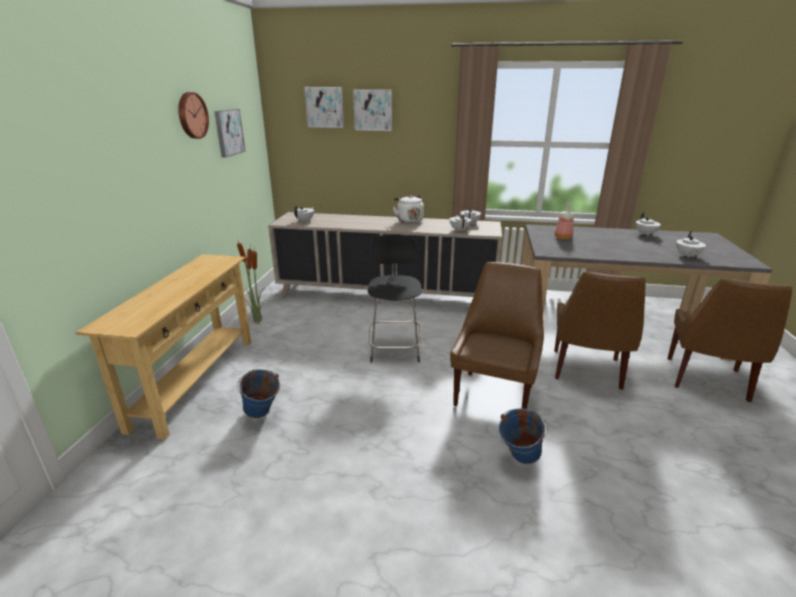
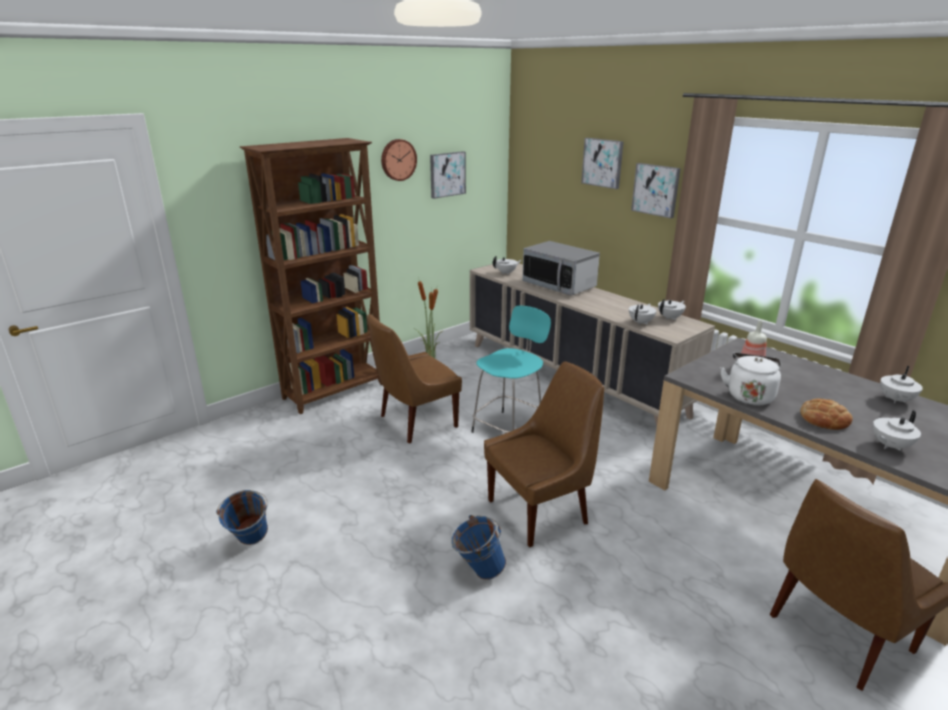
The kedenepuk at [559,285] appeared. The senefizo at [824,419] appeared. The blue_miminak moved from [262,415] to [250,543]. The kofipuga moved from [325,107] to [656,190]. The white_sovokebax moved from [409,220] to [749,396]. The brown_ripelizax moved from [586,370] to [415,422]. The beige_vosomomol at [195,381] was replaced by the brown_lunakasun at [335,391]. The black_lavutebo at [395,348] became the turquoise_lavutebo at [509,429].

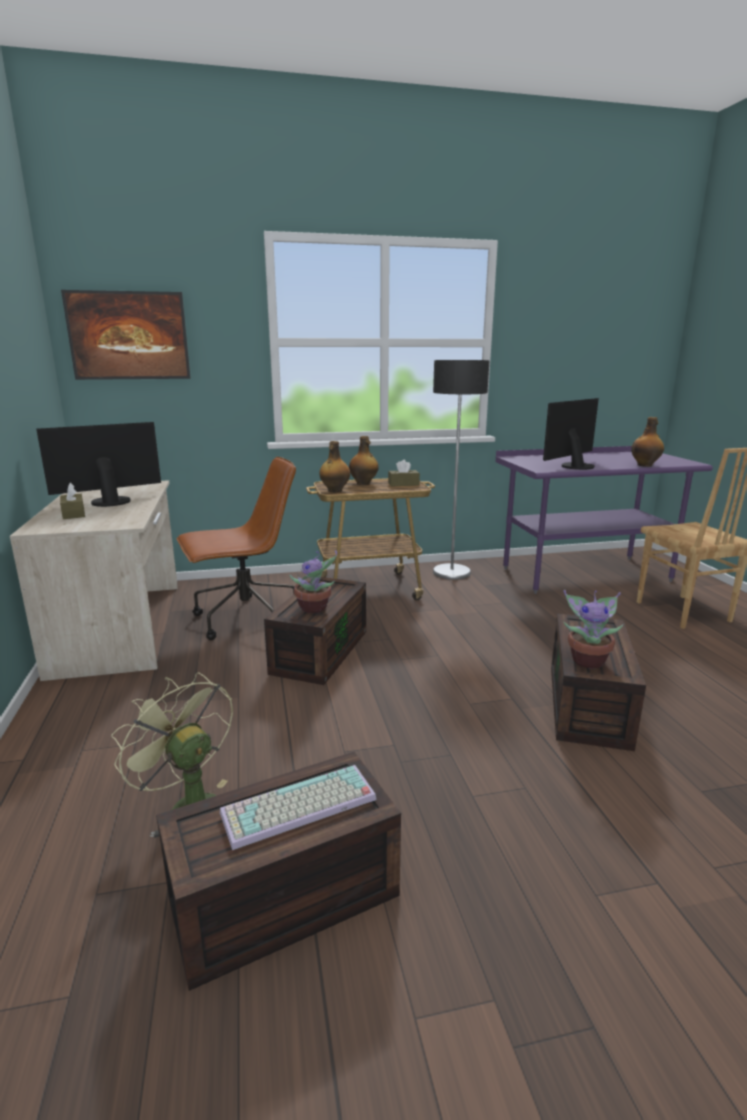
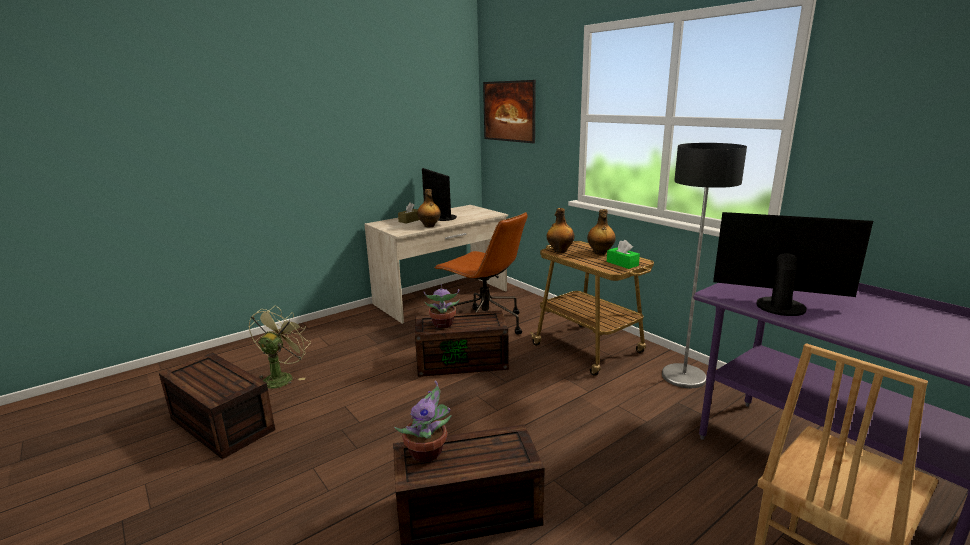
The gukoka at [298,808] disappeared. The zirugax moved from [645,465] to [429,226]. The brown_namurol at [403,484] became the green_namurol at [622,263]. The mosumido at [110,501] turned 150 degrees counterclockwise.

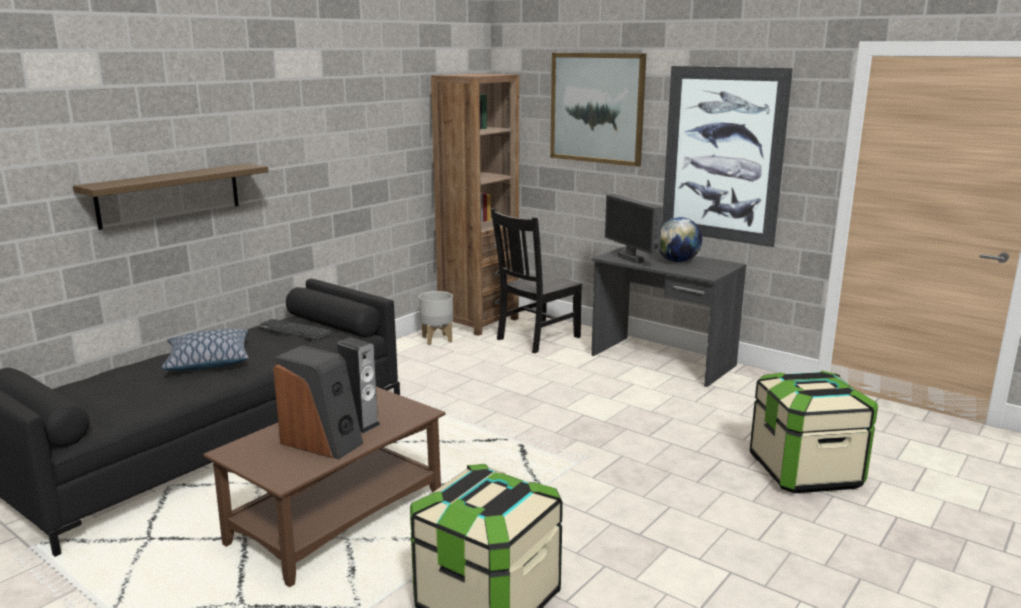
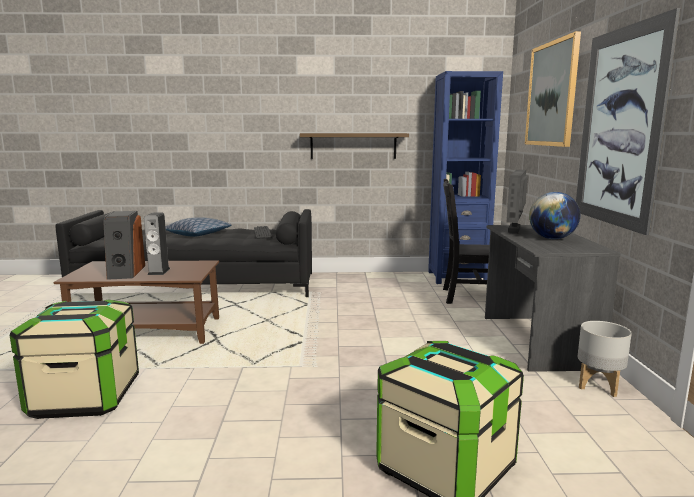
The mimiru moved from [170,195] to [353,146]. The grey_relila moved from [437,339] to [598,386]. The brown_lunakasun at [478,321] became the blue_lunakasun at [457,277].

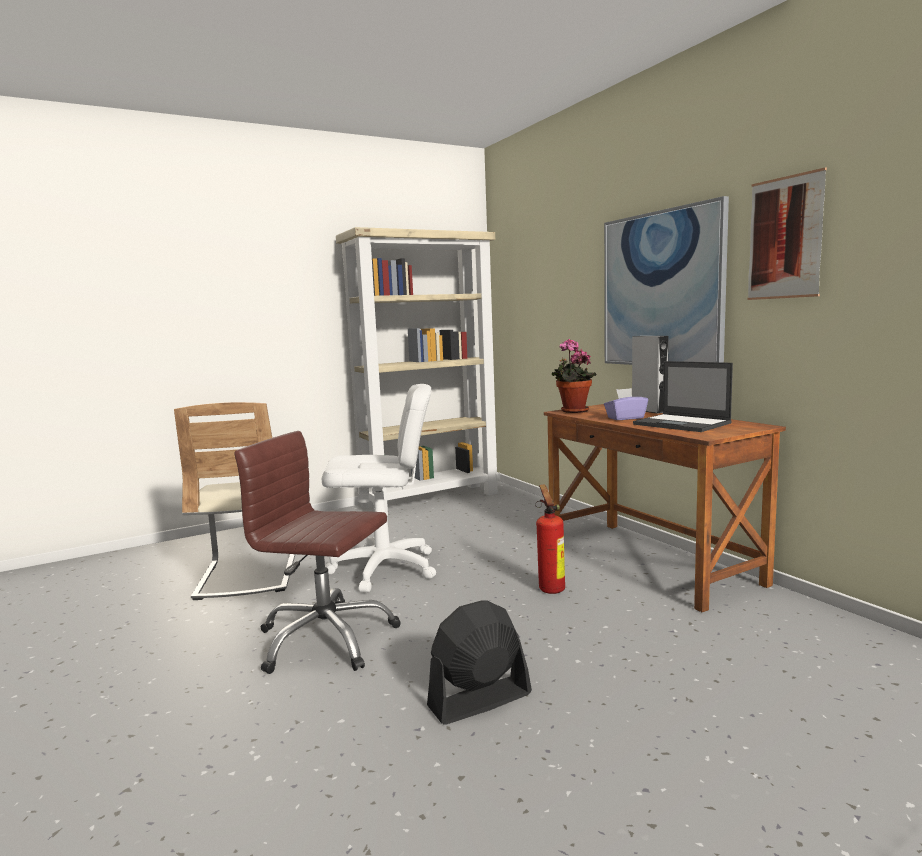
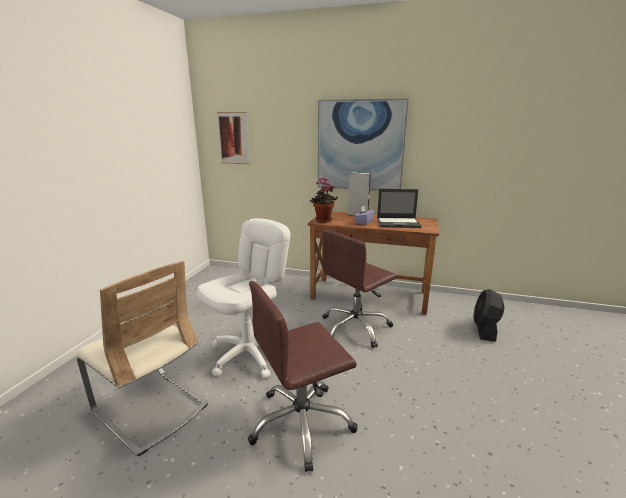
The beige_lunakasun at [431,499] disappeared. The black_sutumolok moved from [479,700] to [485,329]. The kofipuga moved from [785,238] to [233,138]. The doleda at [550,588] was replaced by the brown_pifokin at [355,328].

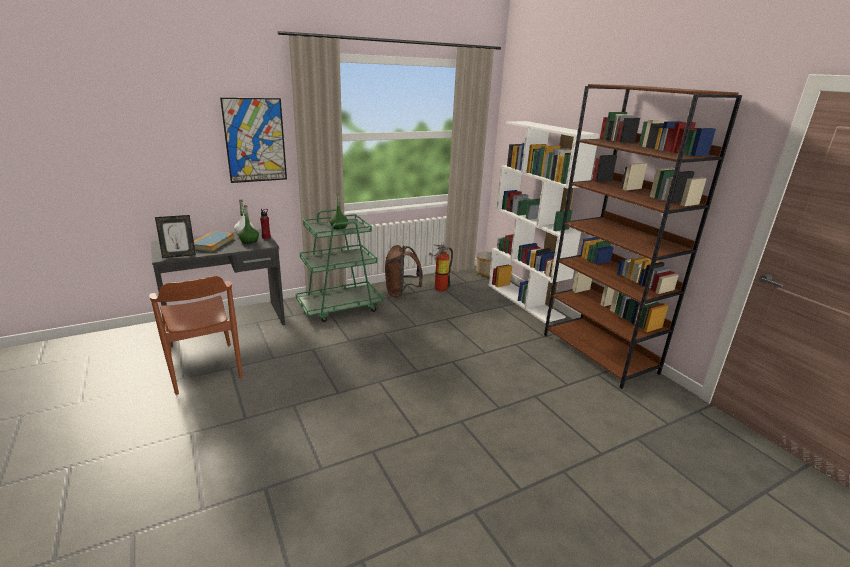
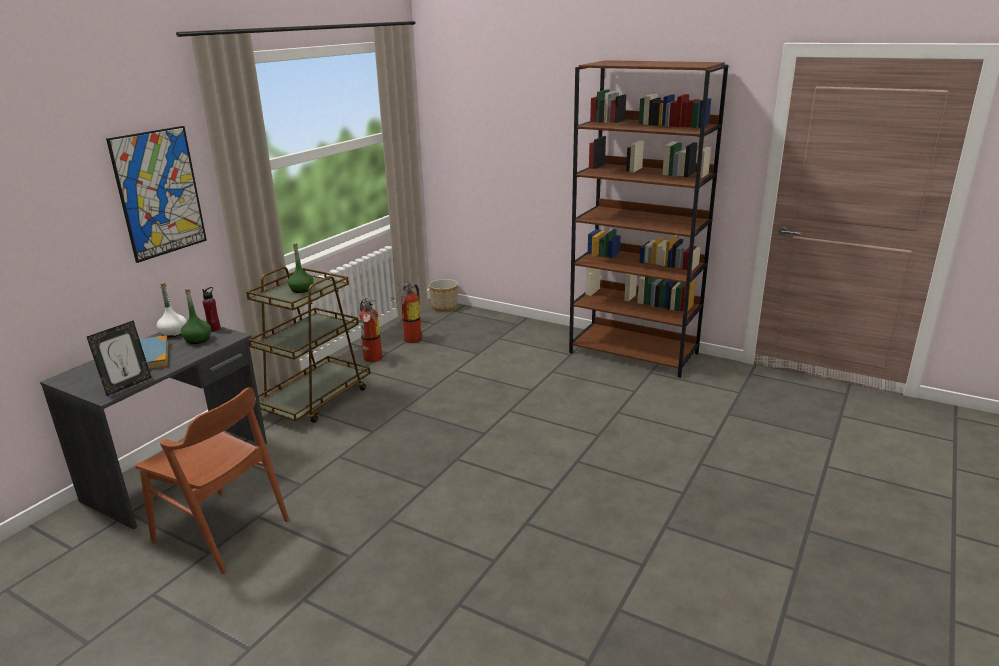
The white_lunakasun at [525,300] disappeared. The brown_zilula at [401,293] was replaced by the doleda at [372,359]. The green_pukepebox at [340,307] became the brown_pukepebox at [315,399].

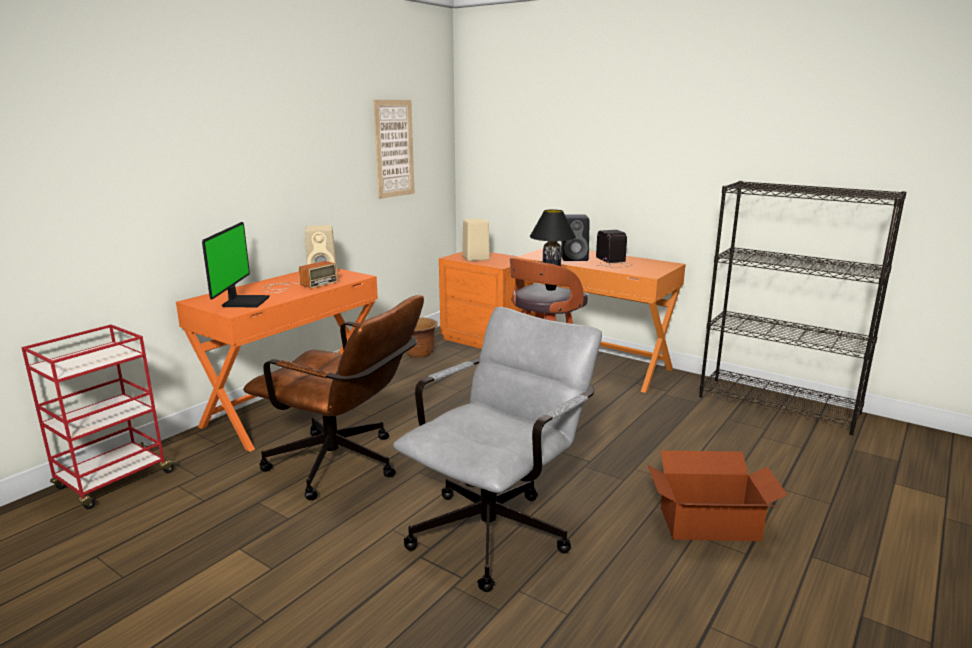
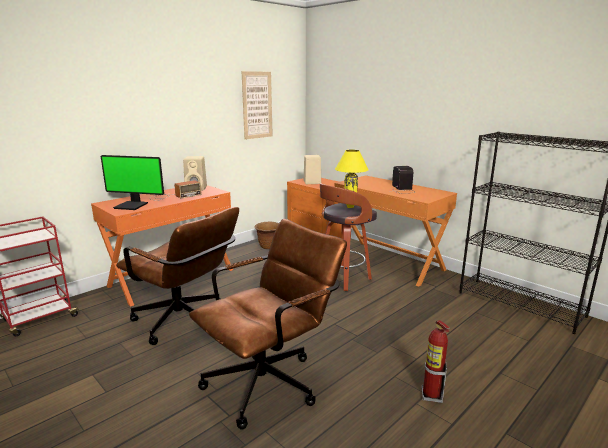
The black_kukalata at [575,258] disappeared. The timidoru at [710,524] was replaced by the doleda at [431,396]. The grey_pifokin at [498,528] became the brown_pifokin at [270,380]. The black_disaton at [551,289] became the yellow_disaton at [350,207]. The mosumido at [244,302] turned 90 degrees clockwise.

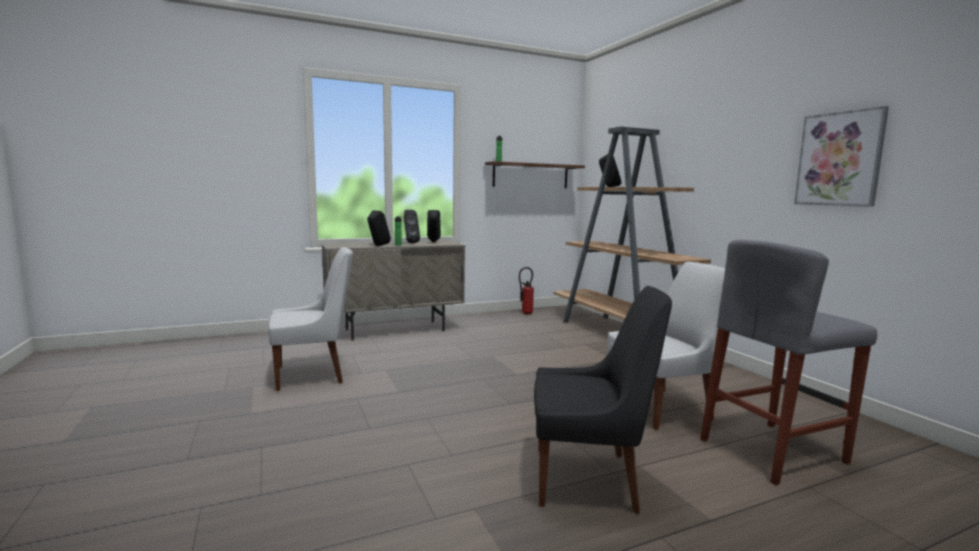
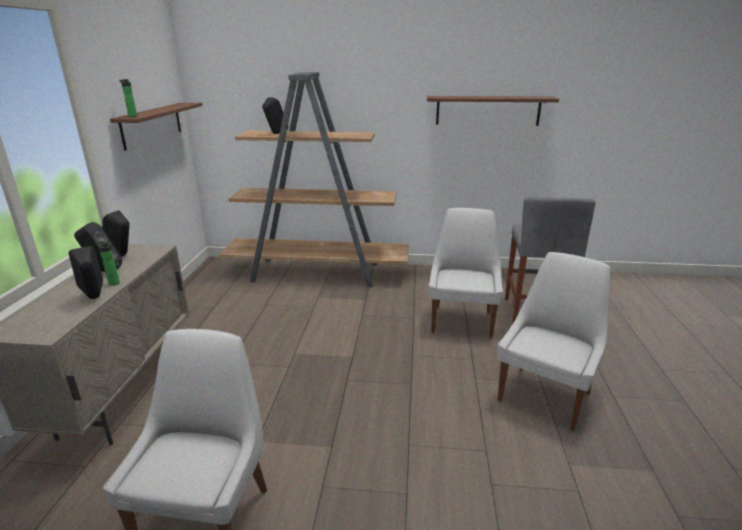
The doleda at [525,313] disappeared. The kofipuga at [839,159] was replaced by the mimiru at [487,110]. The black_ripelizax at [589,479] became the white_ripelizax at [545,395].

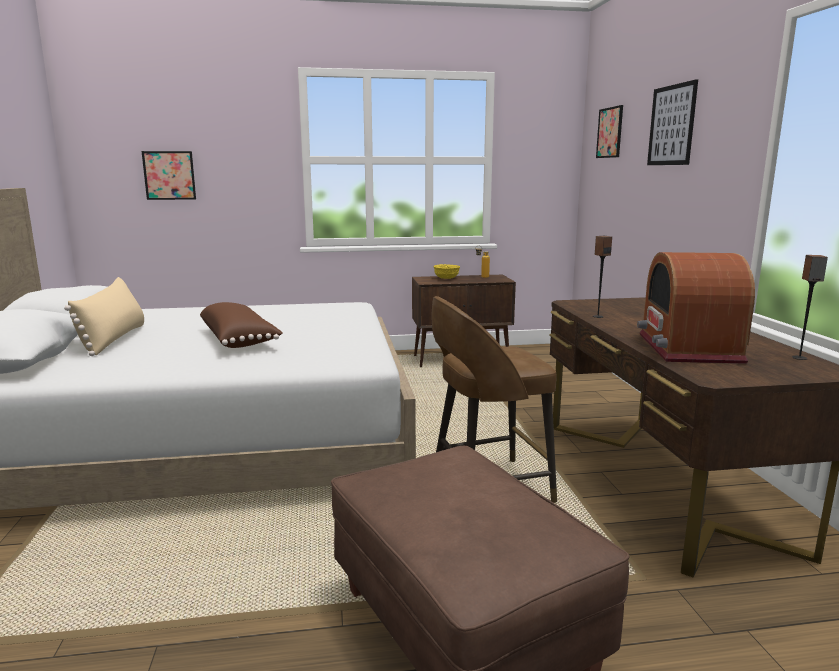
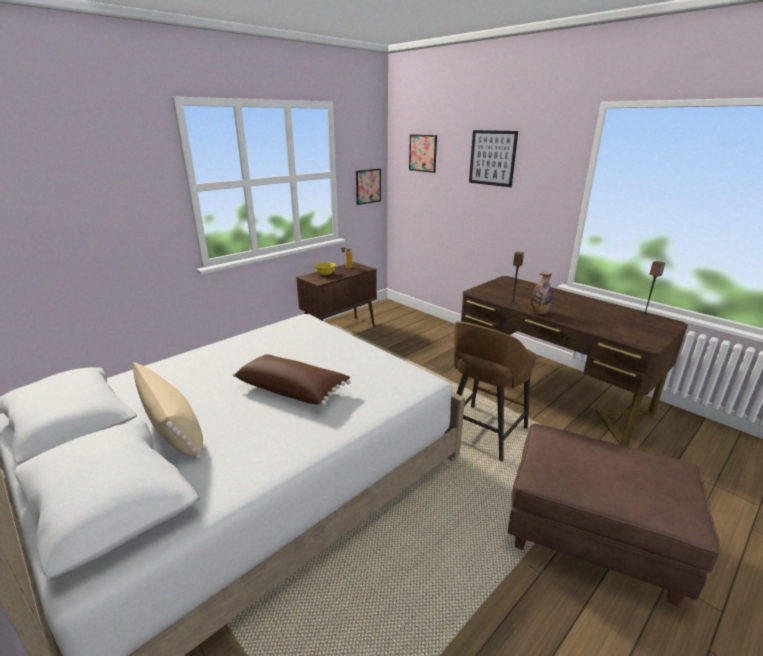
The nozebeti at [687,348] disappeared. The zirugax at [539,312] appeared. The kofipuga moved from [169,175] to [368,186].

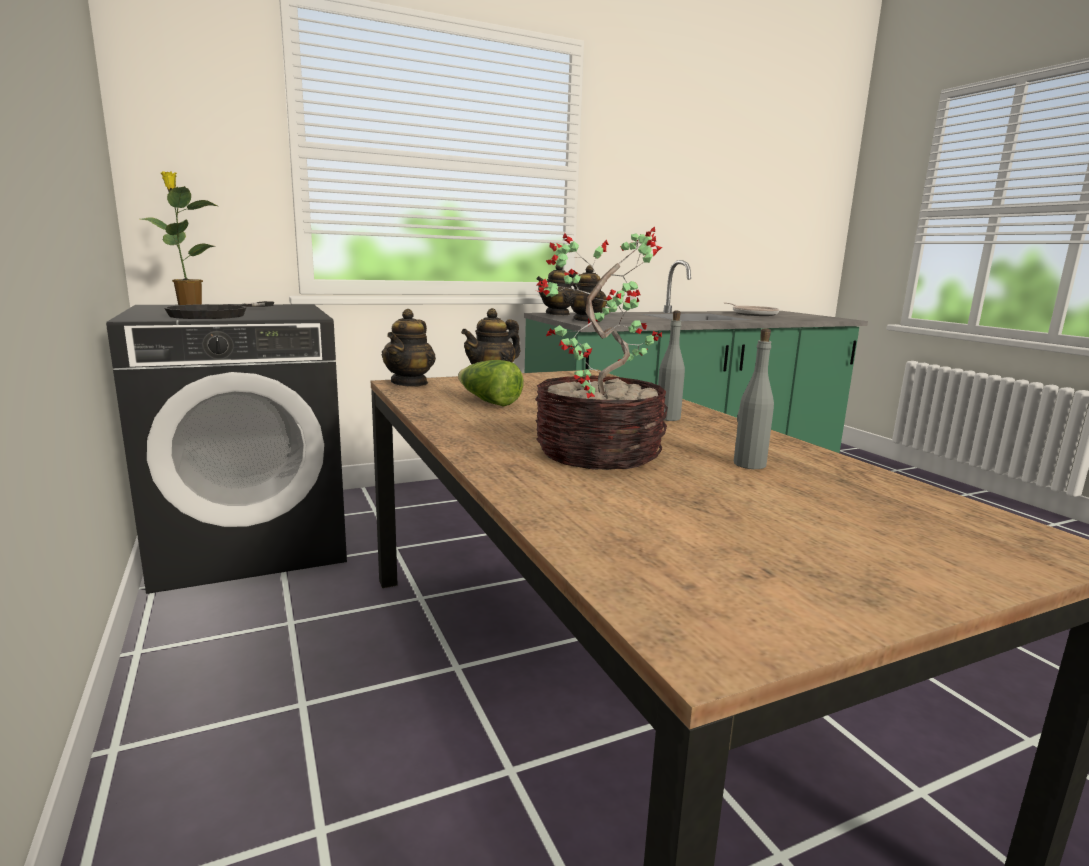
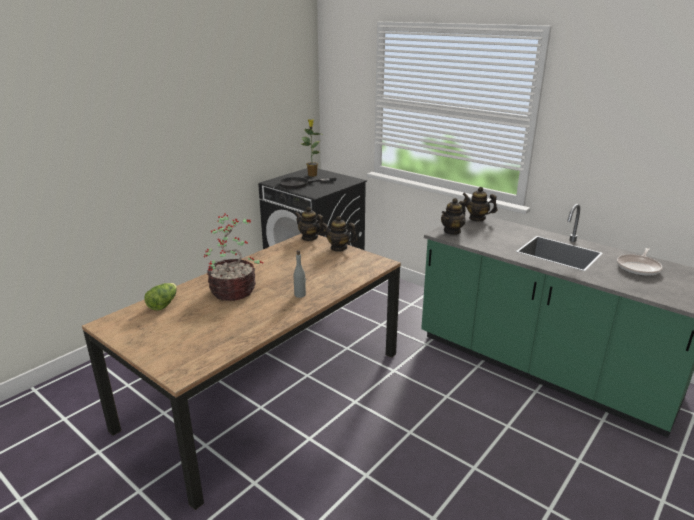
The grey_zirugax at [749,464] disappeared. The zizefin moved from [488,402] to [163,304]. The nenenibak at [410,383] turned 45 degrees clockwise.

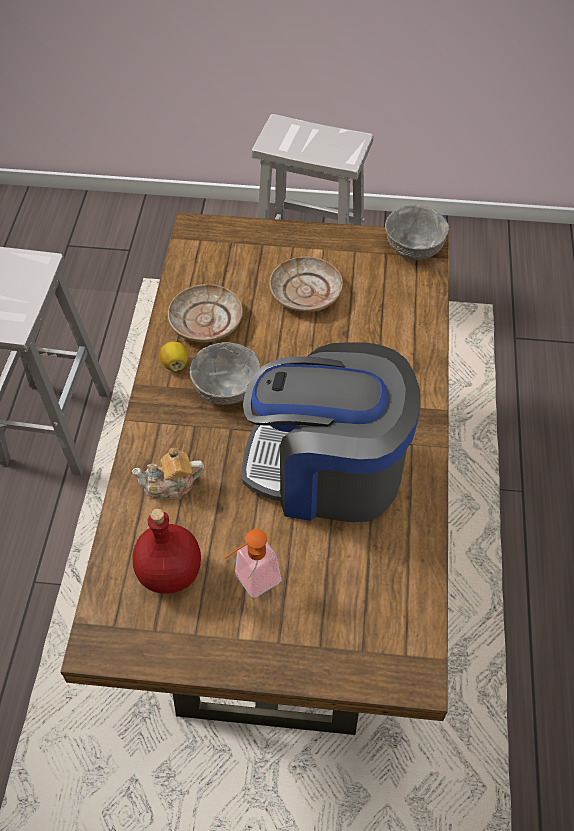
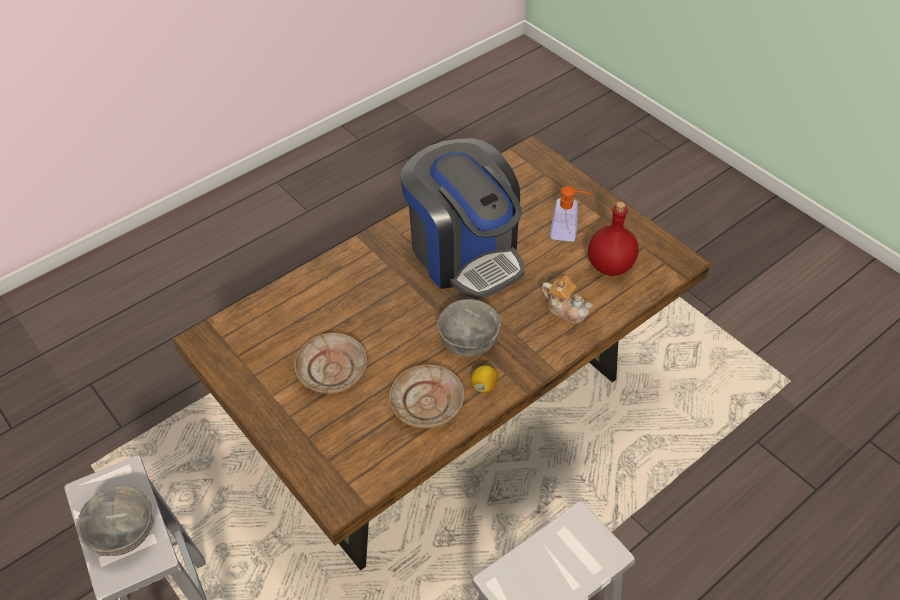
The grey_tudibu moved from [414,247] to [122,534].

